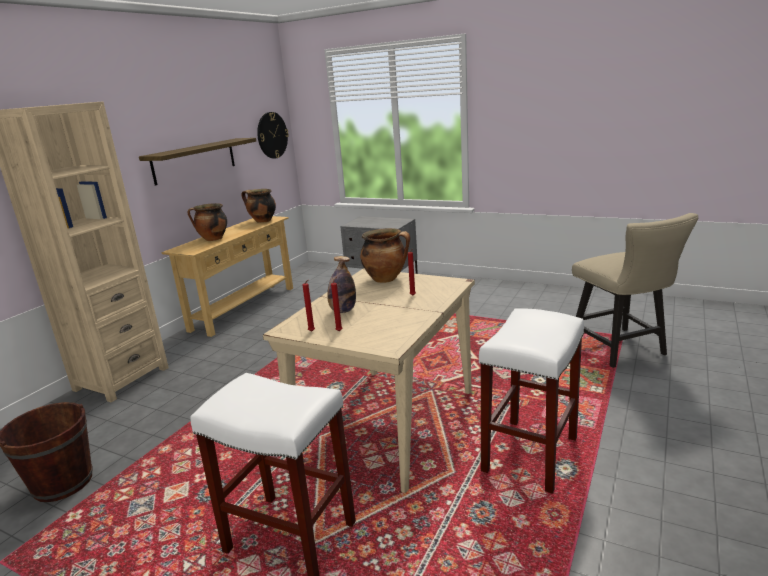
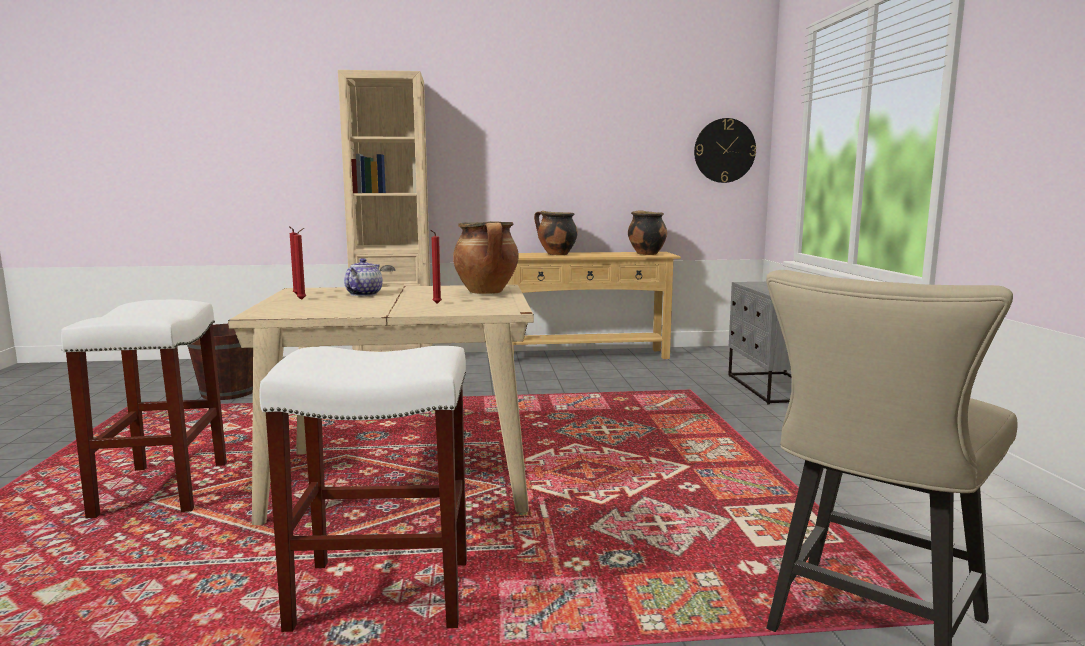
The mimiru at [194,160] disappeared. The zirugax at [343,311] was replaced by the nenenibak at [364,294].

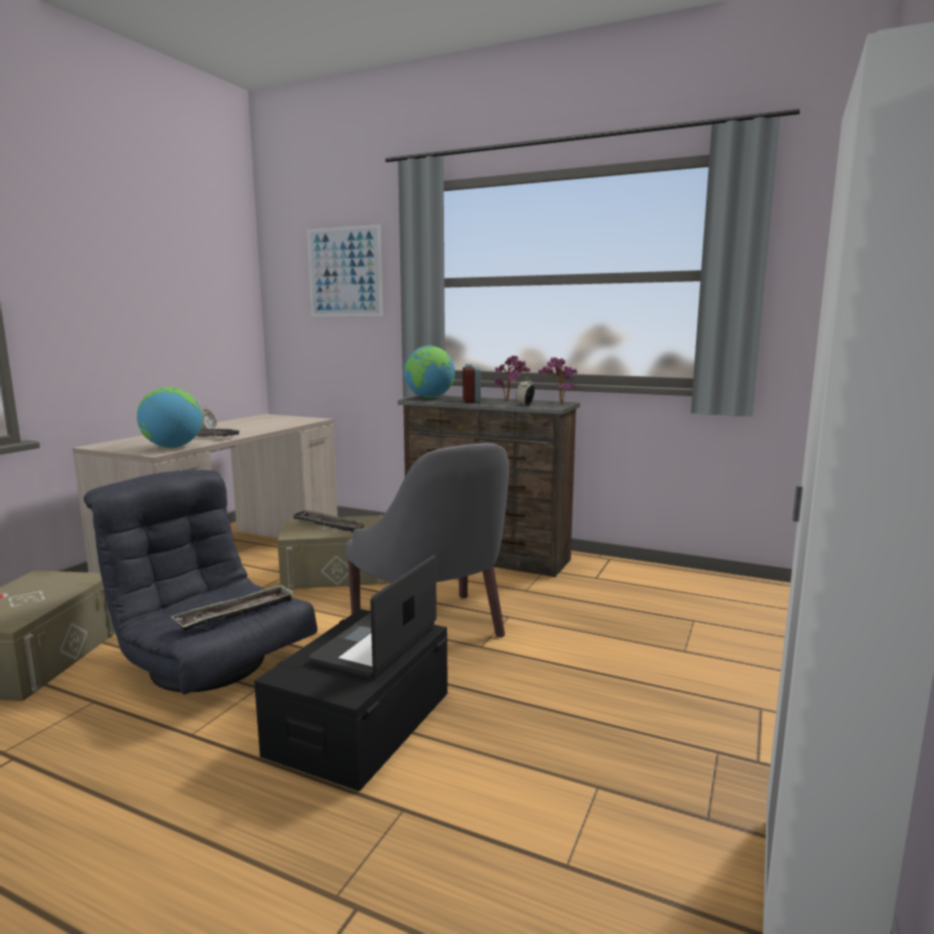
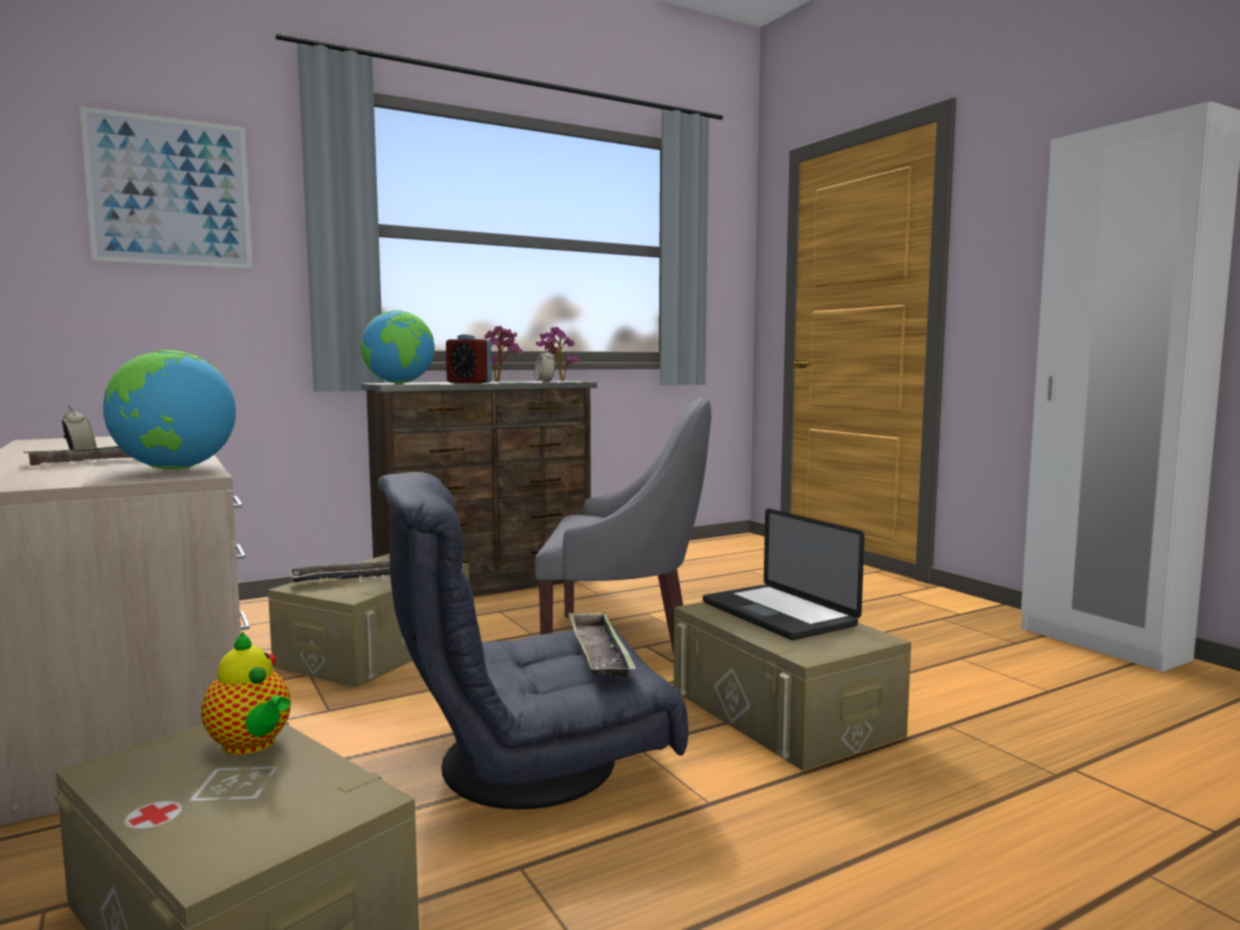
The nenenibak at [251,745] appeared. The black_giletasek at [361,723] became the beige_giletasek at [782,712].

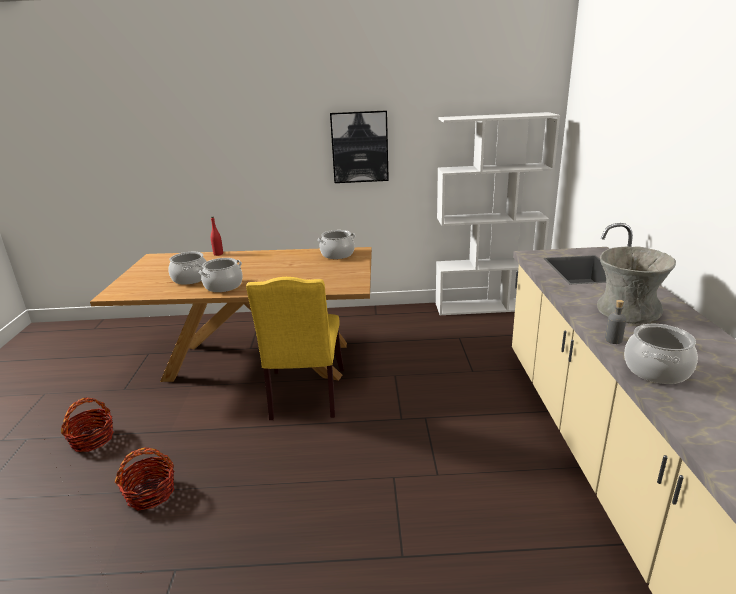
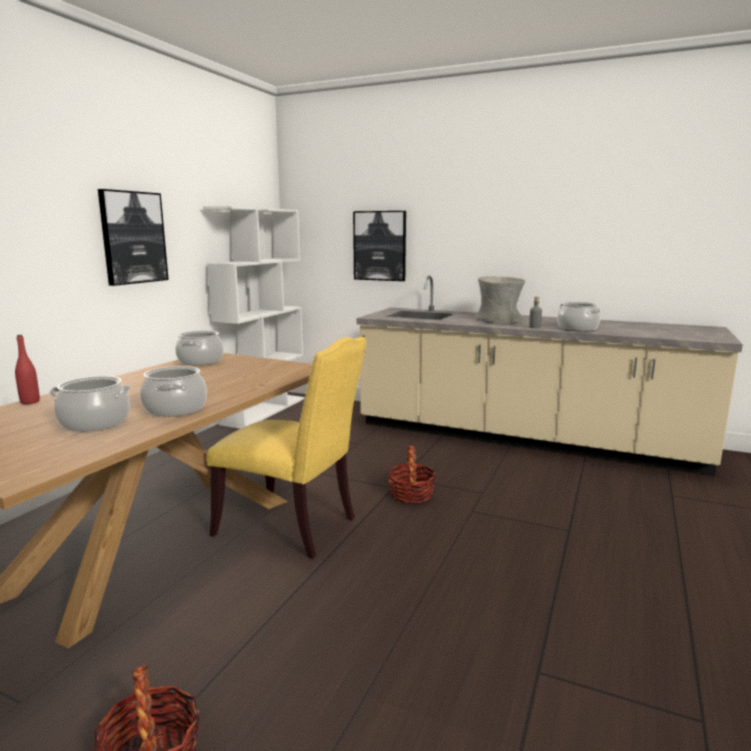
The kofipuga at [380,246] appeared. The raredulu moved from [151,493] to [411,494].

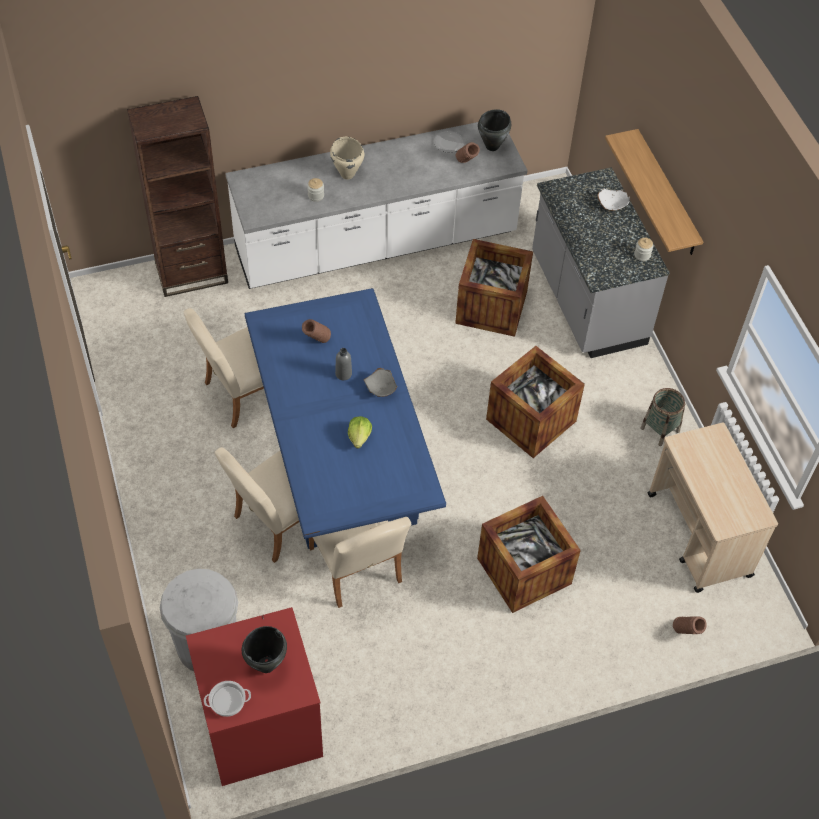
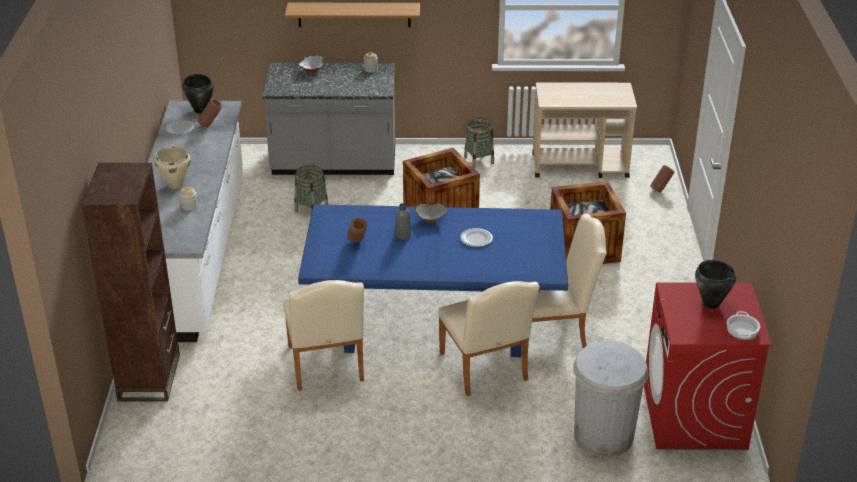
The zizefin at [359,437] was replaced by the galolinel at [476,238]. The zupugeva at [491,307] was replaced by the raredulu at [311,209].

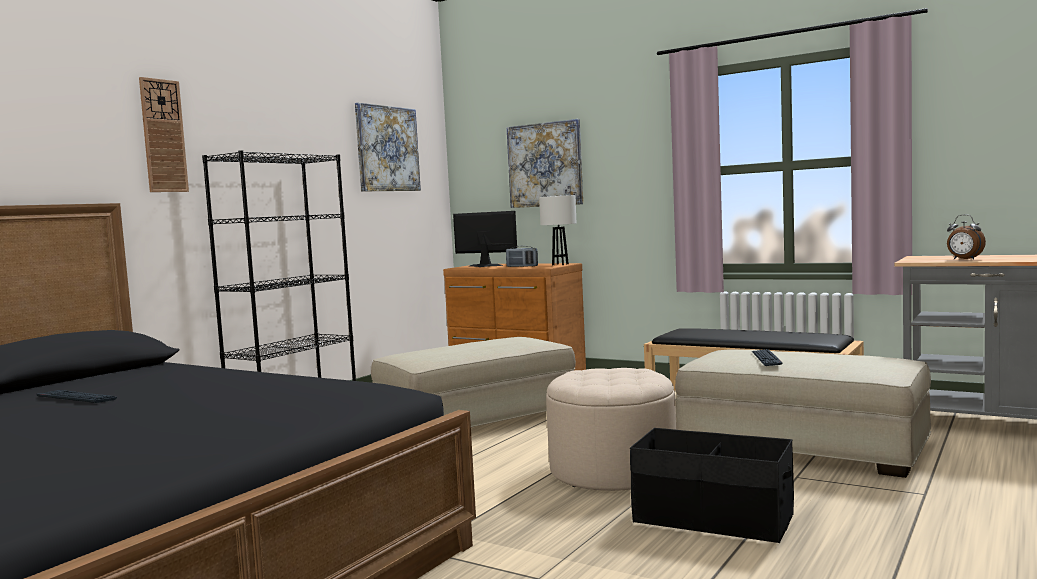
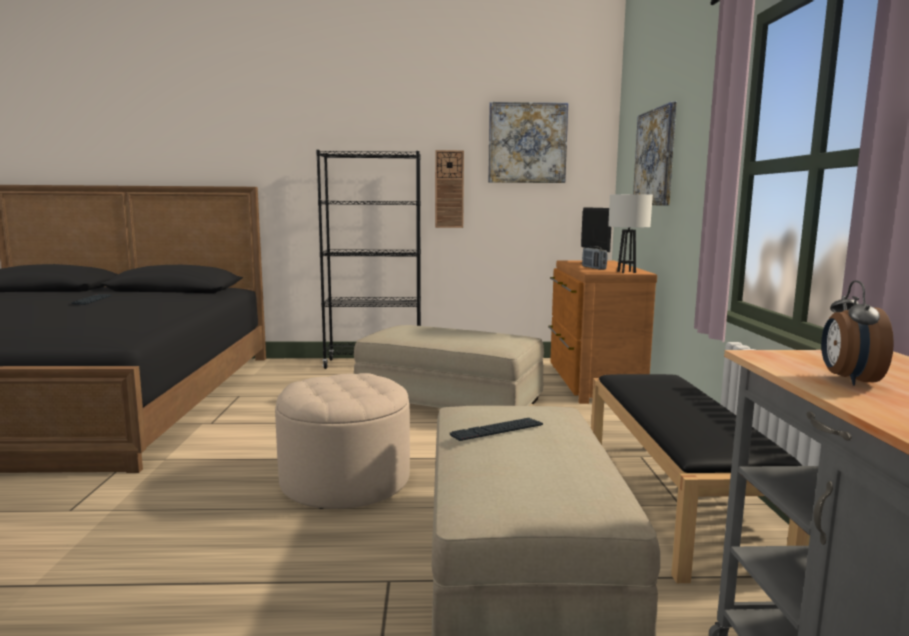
The black_giletasek at [713,519] disappeared. The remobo moved from [163,136] to [449,189].

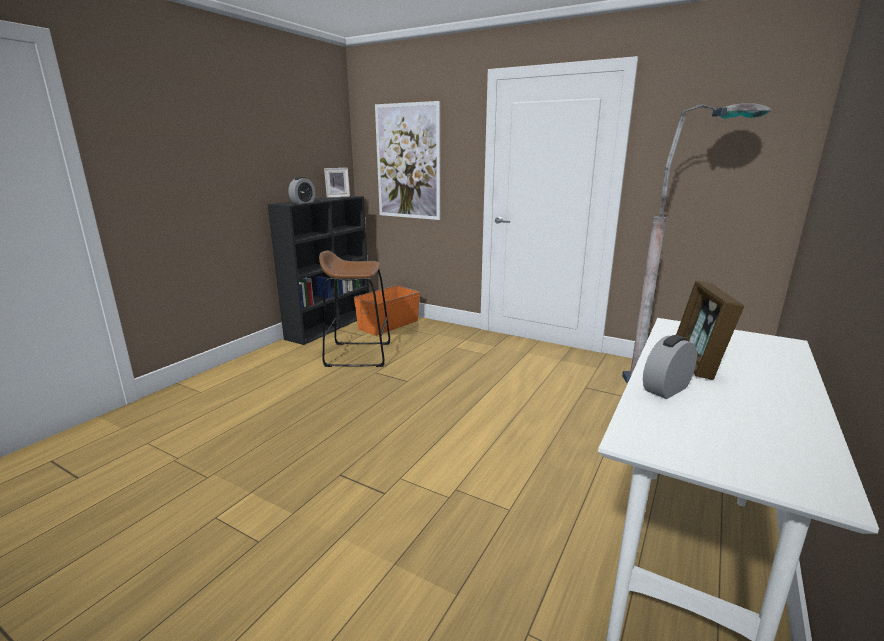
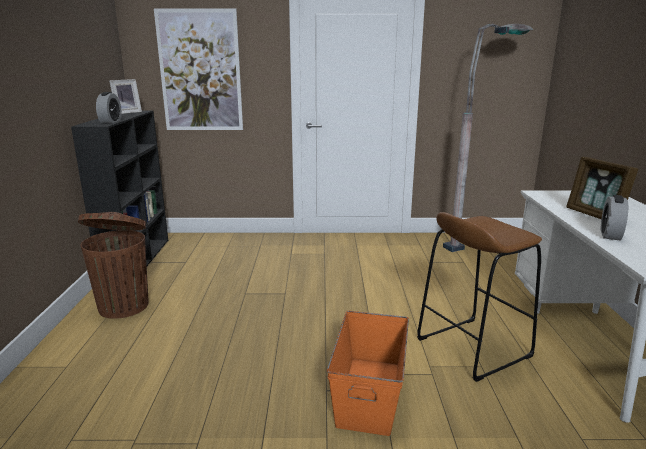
The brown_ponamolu at [124,305] appeared. The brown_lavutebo moved from [358,354] to [472,347]. The orange_giletasek moved from [389,324] to [370,393].

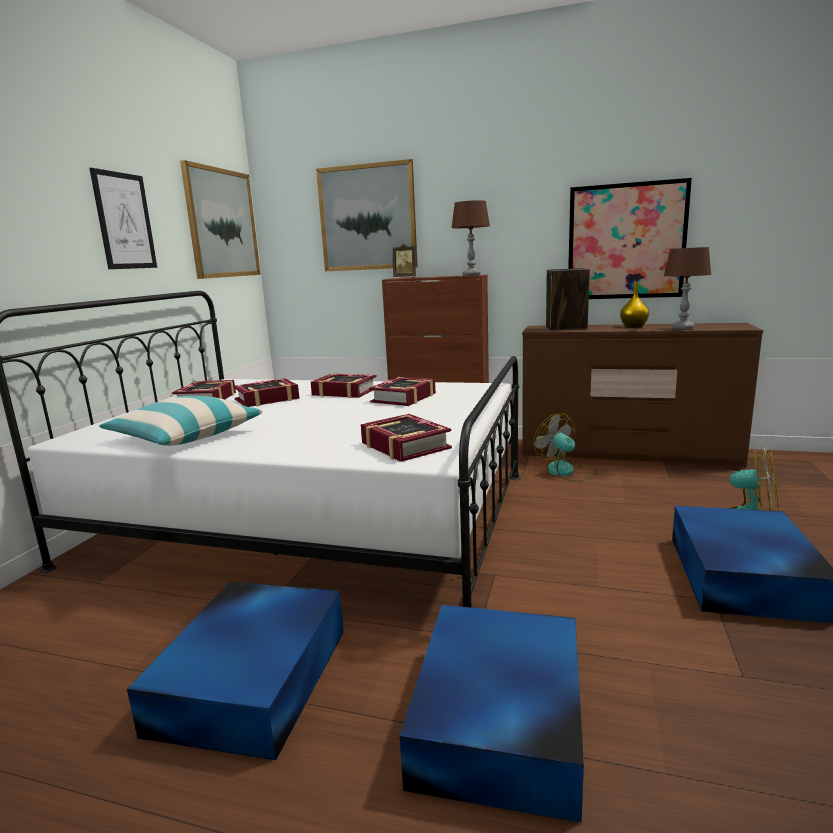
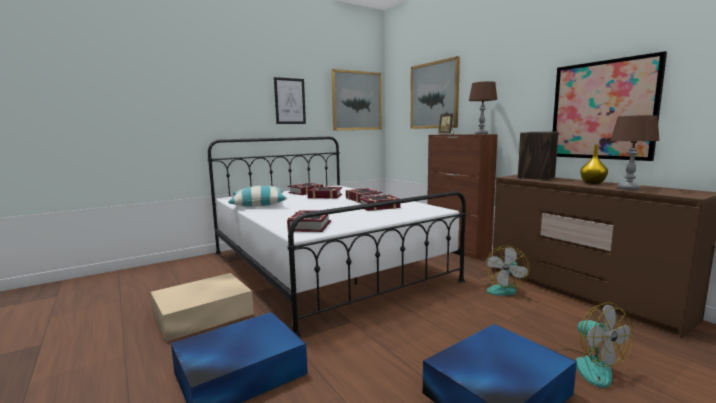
The blue_giletasek at [254,677] became the beige_giletasek at [204,314]. The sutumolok at [566,472] turned 150 degrees counterclockwise.

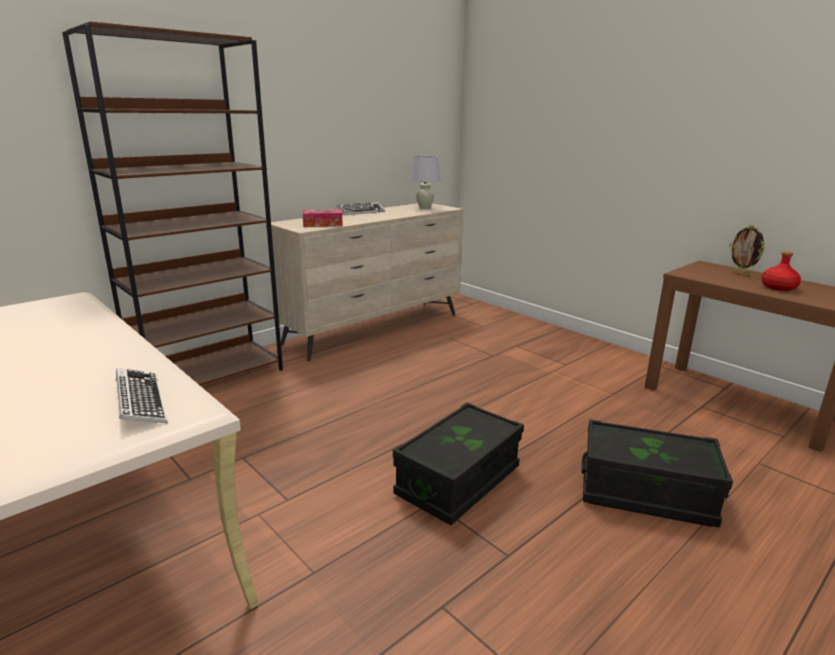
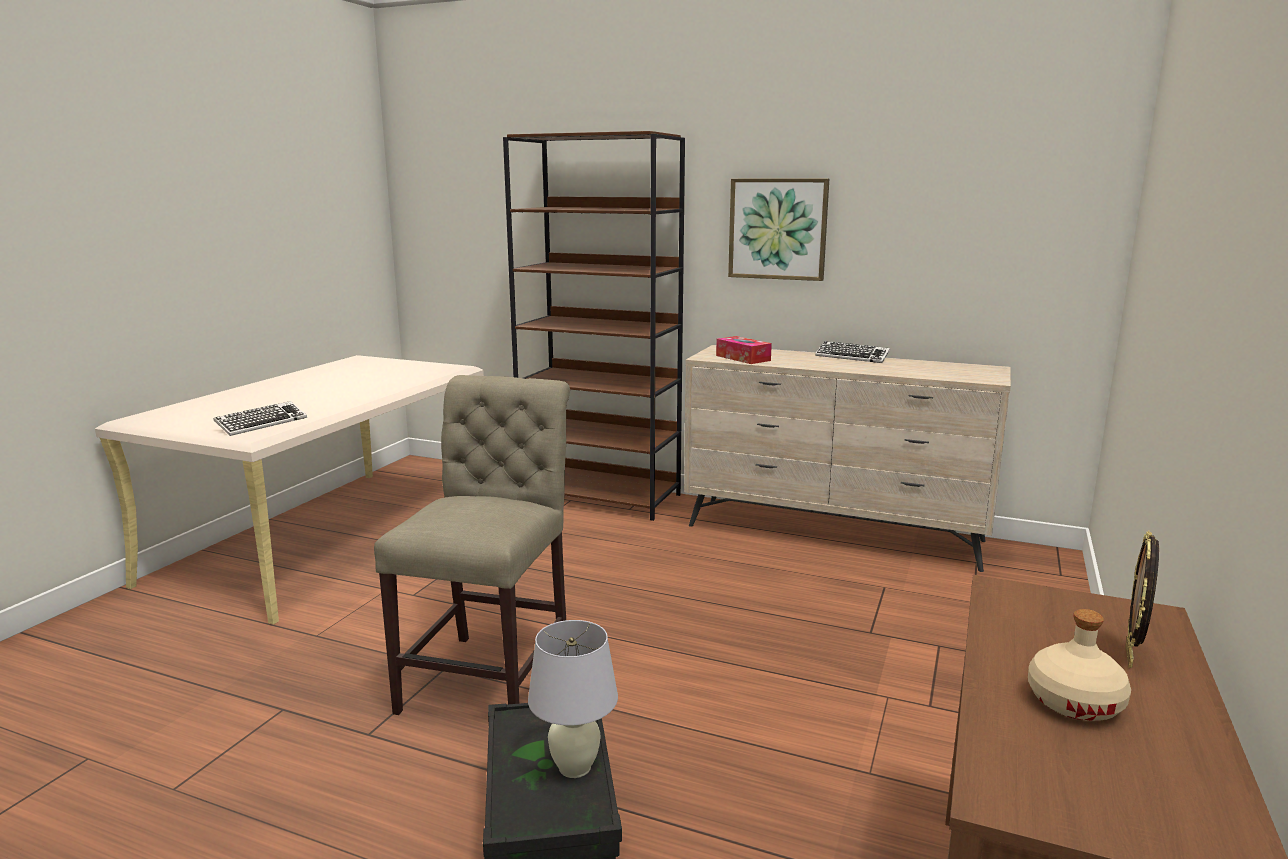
The kofipuga at [778,229] appeared. The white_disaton moved from [424,208] to [575,767]. The black_giletasek at [458,482] was replaced by the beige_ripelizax at [492,675]. The red_zirugax at [778,287] became the beige_zirugax at [1074,702].

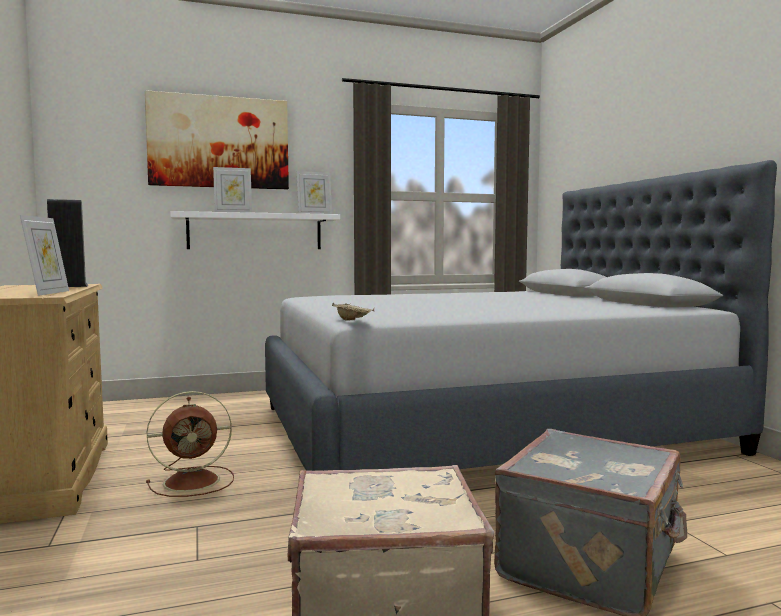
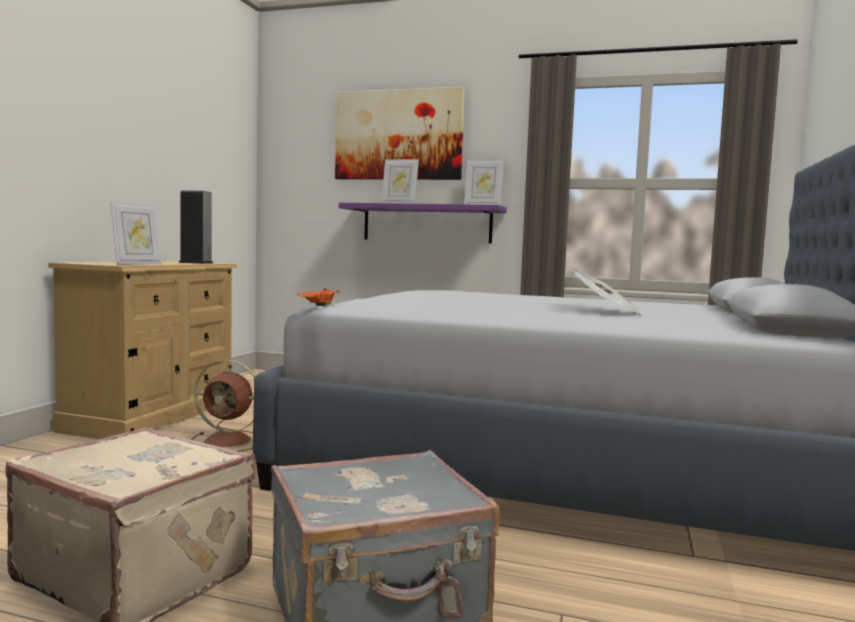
The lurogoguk at [606,312] appeared. The white_mimiru at [255,232] became the purple_mimiru at [427,223]. The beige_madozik at [352,320] became the orange_madozik at [320,306].

